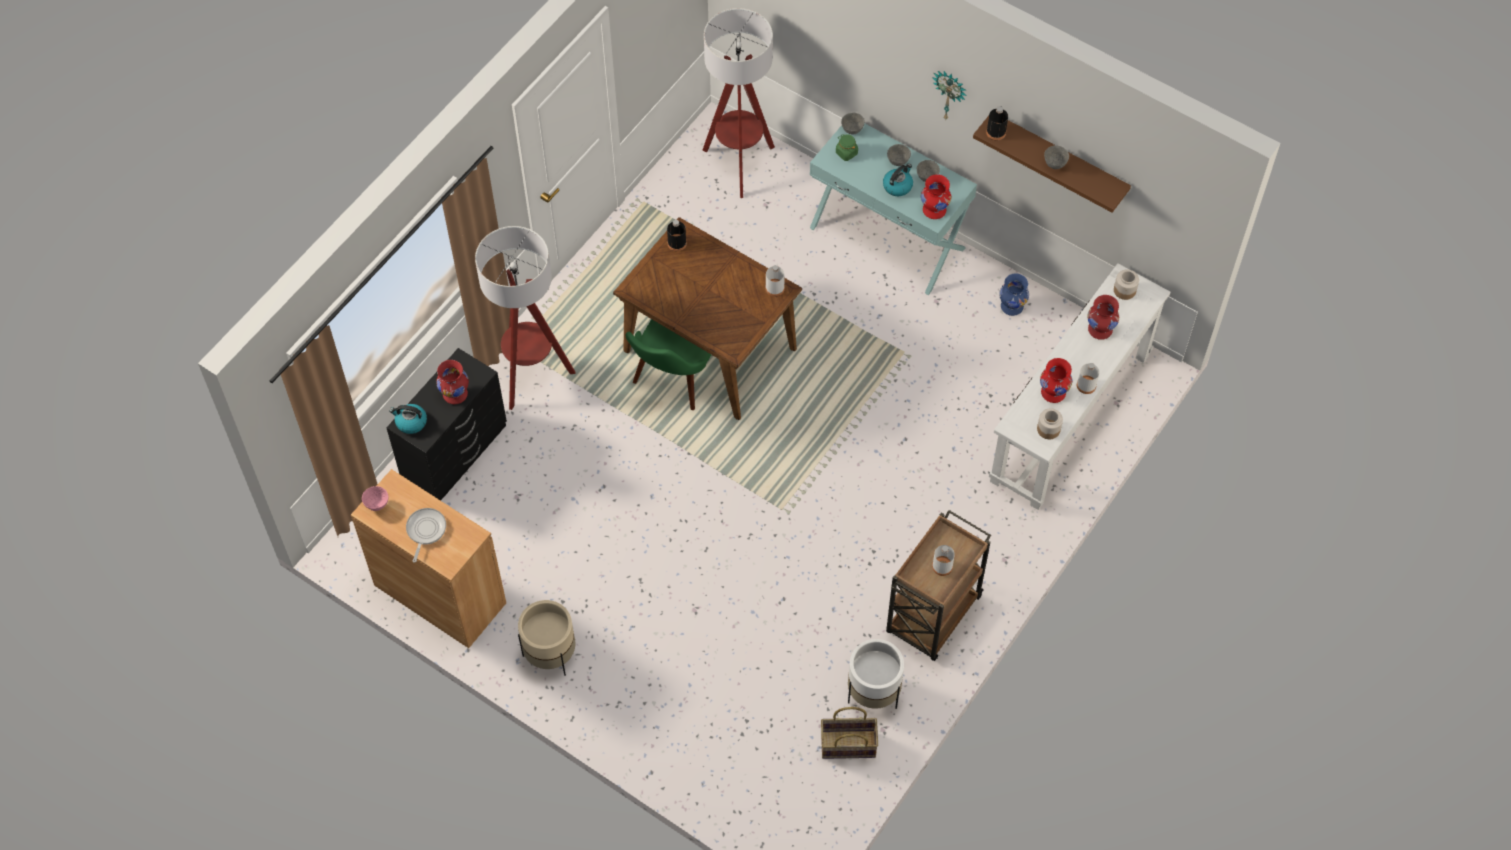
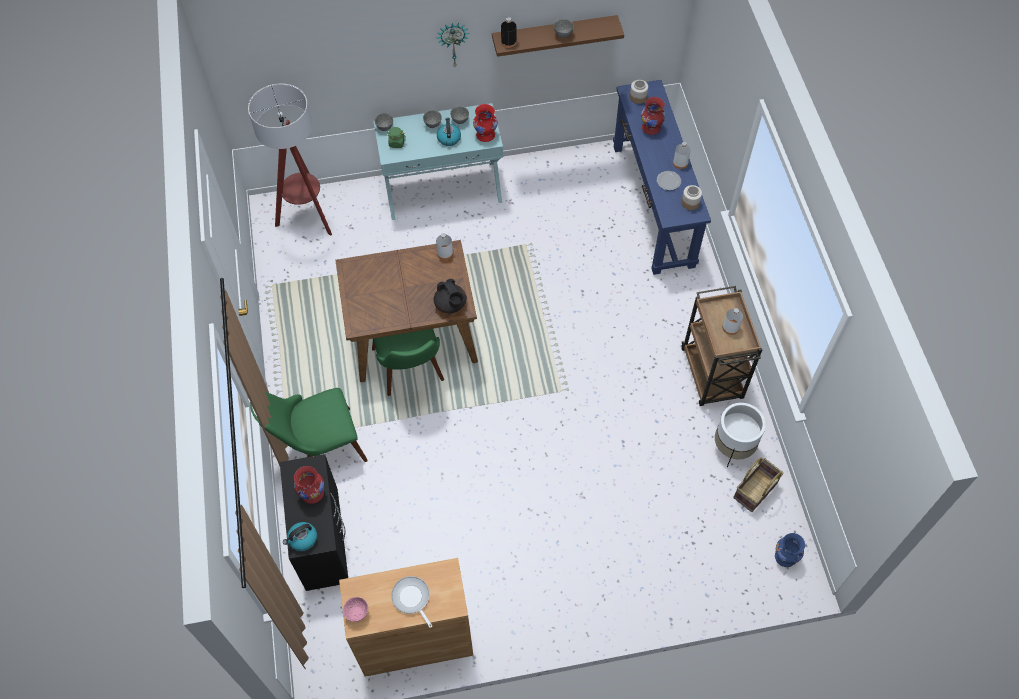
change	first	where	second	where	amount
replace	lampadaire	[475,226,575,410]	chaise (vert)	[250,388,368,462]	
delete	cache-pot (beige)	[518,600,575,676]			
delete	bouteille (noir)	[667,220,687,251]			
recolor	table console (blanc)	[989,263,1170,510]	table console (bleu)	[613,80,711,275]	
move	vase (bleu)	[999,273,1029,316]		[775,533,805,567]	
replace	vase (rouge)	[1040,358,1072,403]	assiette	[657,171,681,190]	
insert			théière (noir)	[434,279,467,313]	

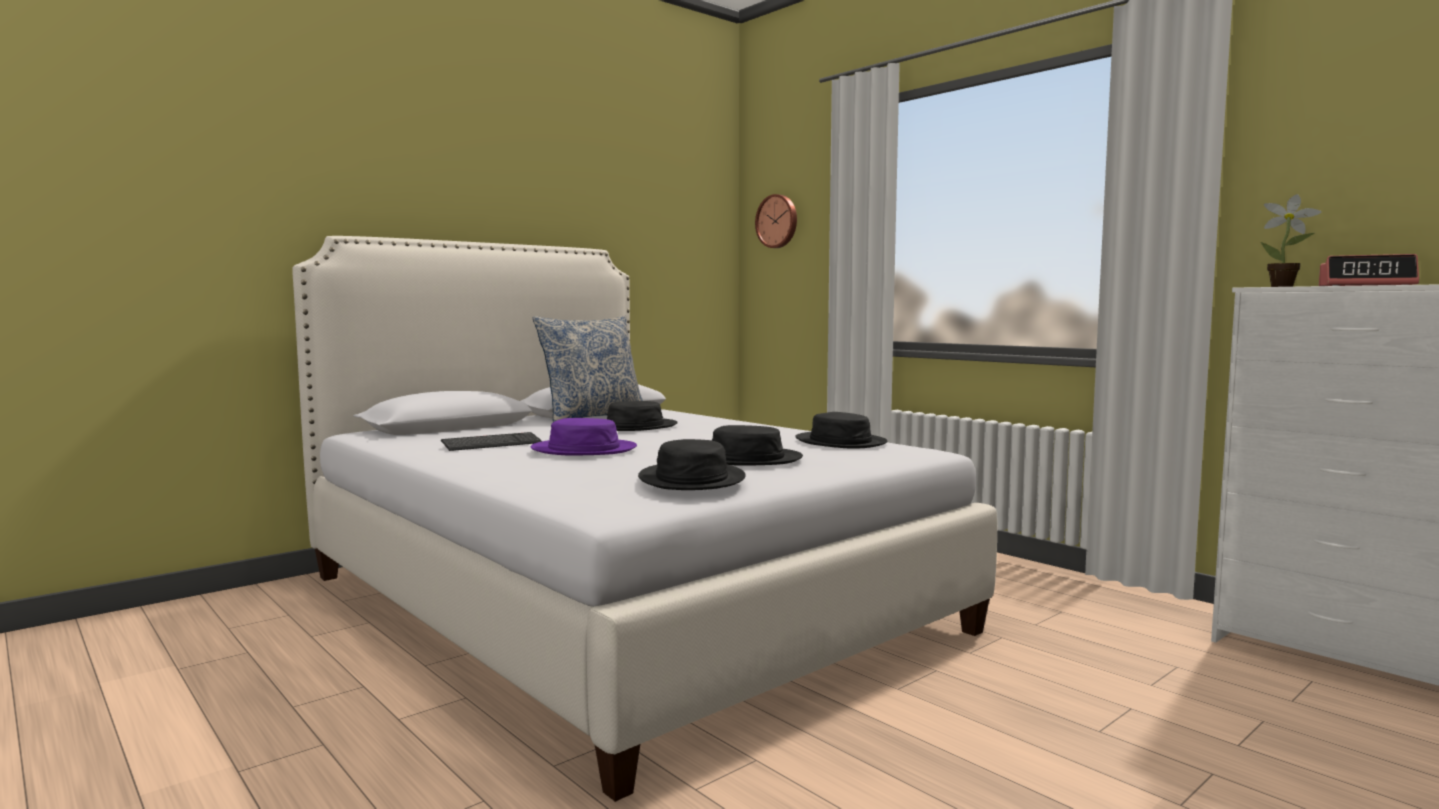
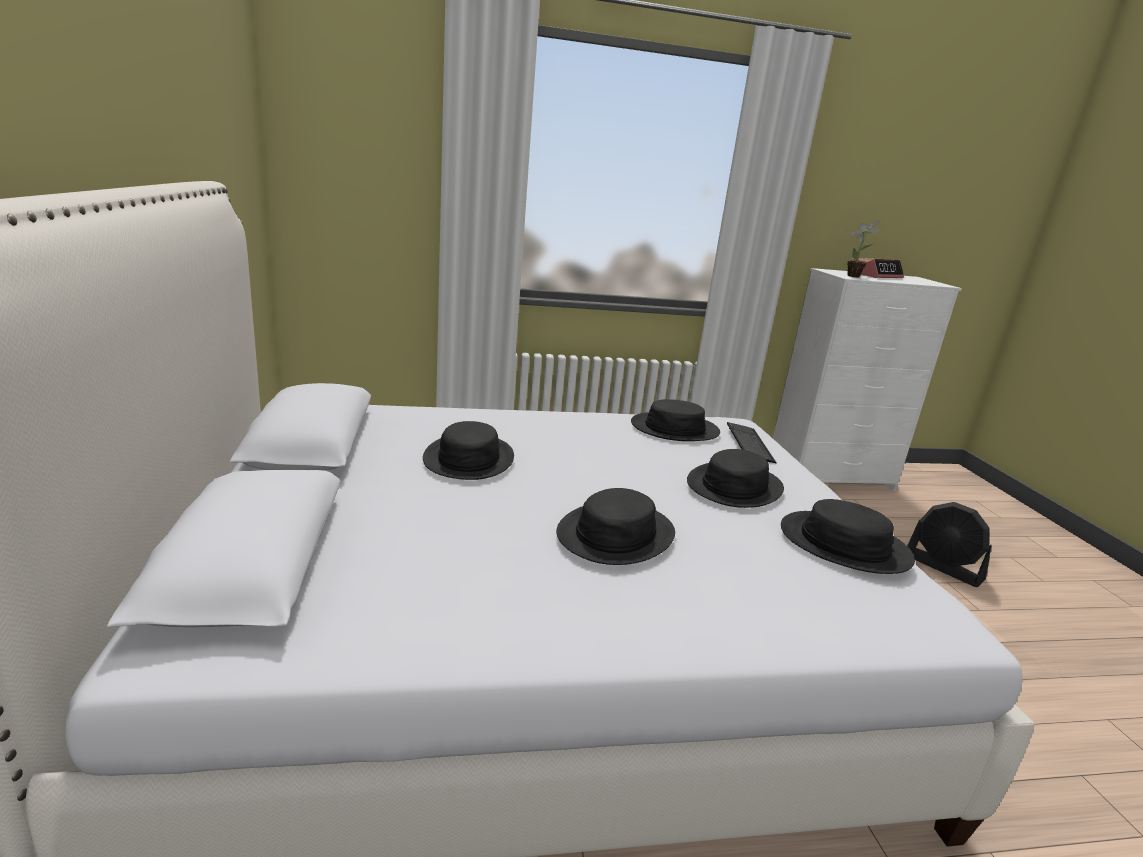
change	first	where	second	where	amount
move	clavier	[441,432,542,451]		[727,422,777,463]	
recolor	chapeau (violet)	[531,418,637,456]	chapeau (noir)	[556,488,675,565]	
delete	coussin	[533,315,643,422]			
delete	horloge murale	[755,194,797,248]			
insert			ventilateur (noir)	[907,502,991,587]	

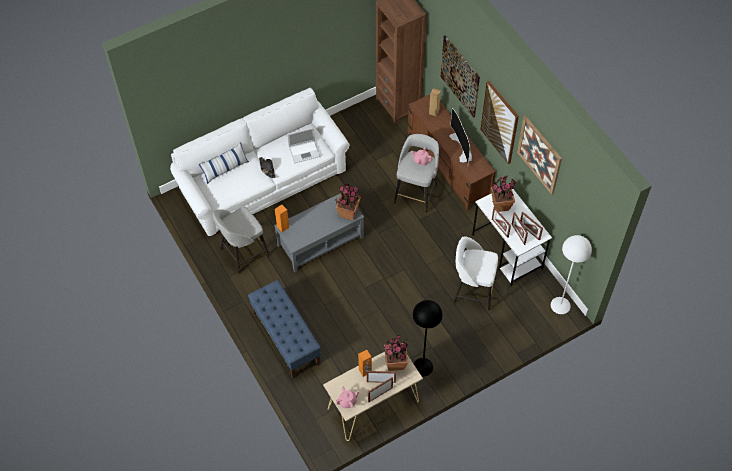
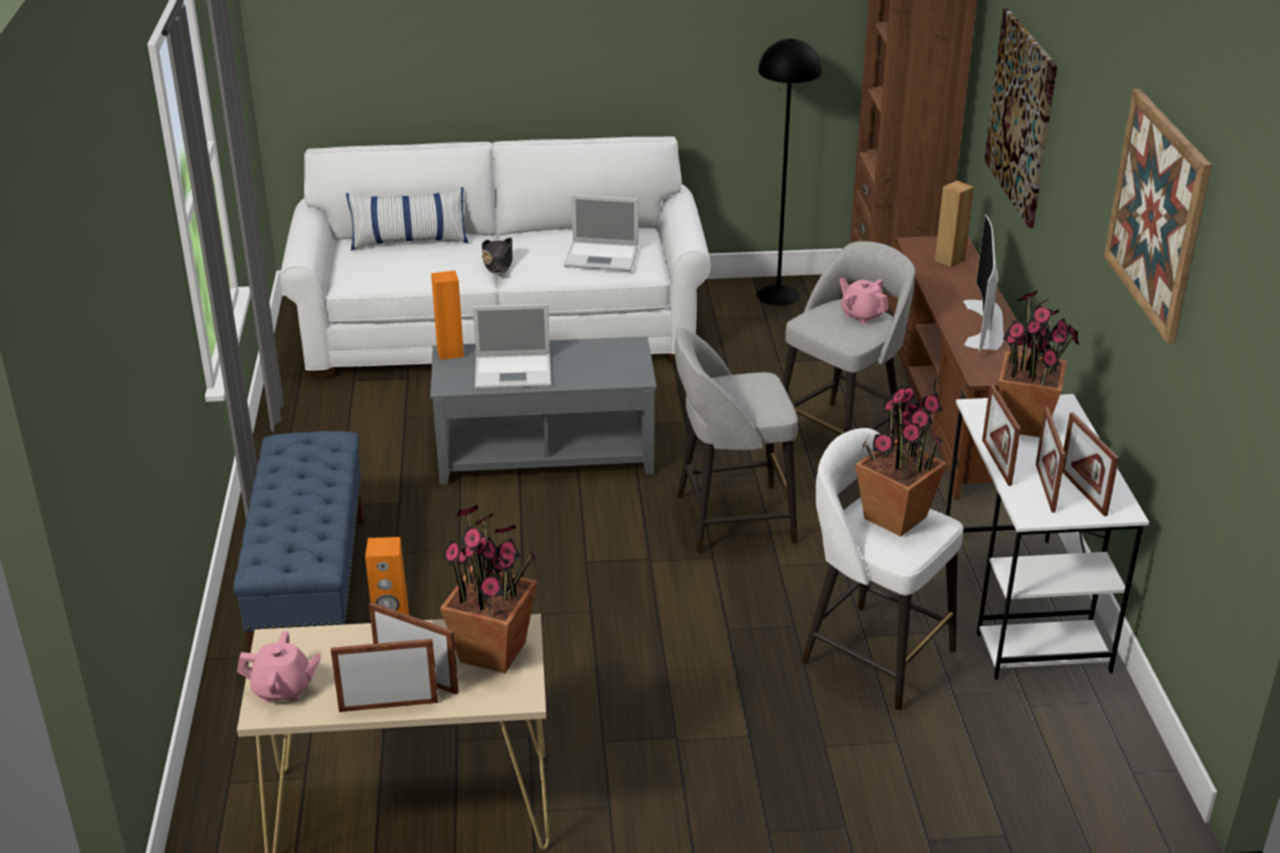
change	first	where	second	where	amount
move	tabouret (gris)	[213,207,270,274]		[675,328,798,554]	
move	plante en pot	[336,184,361,220]		[855,385,947,537]	
move	lampadaire (noir)	[412,300,443,377]		[757,38,822,306]	
delete	tableau	[480,81,519,164]			
delete	lampadaire (blanc)	[551,235,592,314]			
insert			ordinateur portable	[473,304,551,389]	

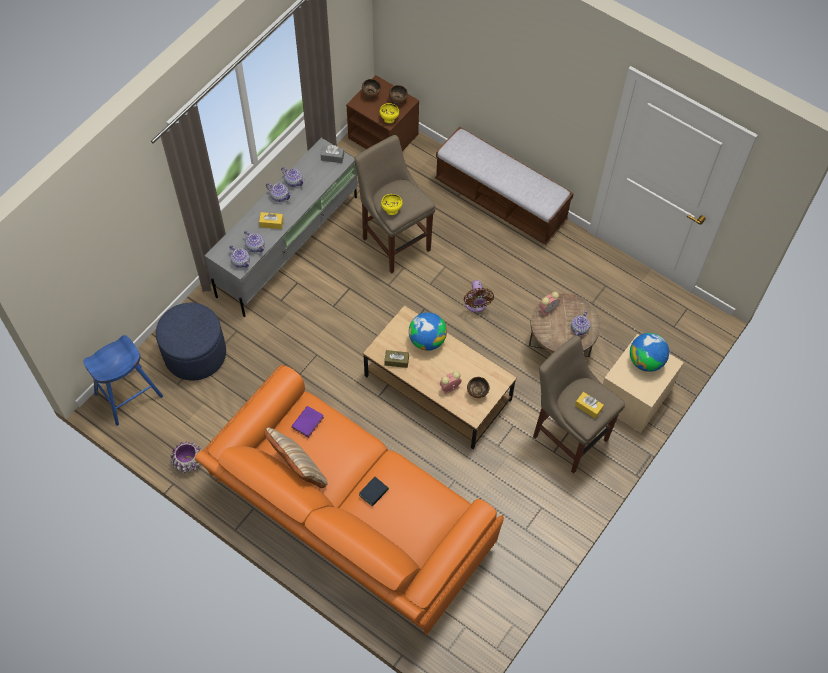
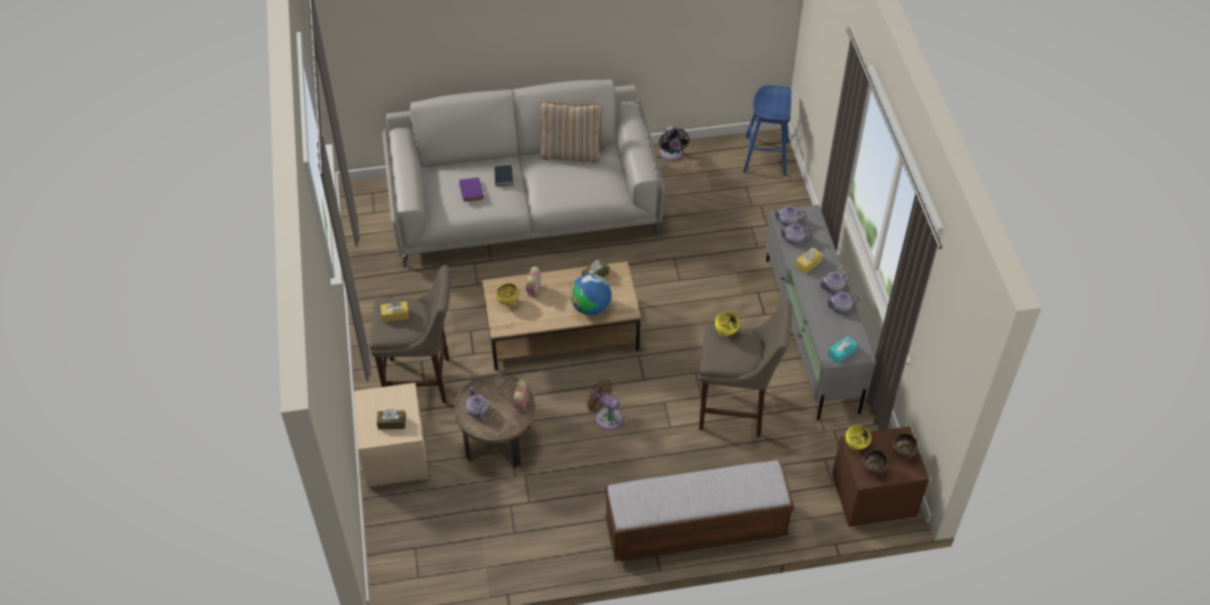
change	first	where	second	where	amount
delete	pouf (bleu)	[156,303,226,380]			
replace	cache-pot (violet)	[170,442,201,473]	ventilateur (noir)	[659,125,689,161]	
recolor	canapé (orange)	[195,365,504,635]	canapé (gris)	[382,79,665,268]	
move	livre (violet)	[291,406,324,438]		[459,177,484,202]	
recolor	boîte à mouchoirs (gris)	[321,145,344,163]	boîte à mouchoirs (turquoise)	[828,336,858,364]	
recolor	bol (marron)	[467,377,489,398]	bol (jaune)	[496,283,519,307]	
replace	globe	[630,333,669,372]	boîte à mouchoirs (marron)	[377,409,406,429]	

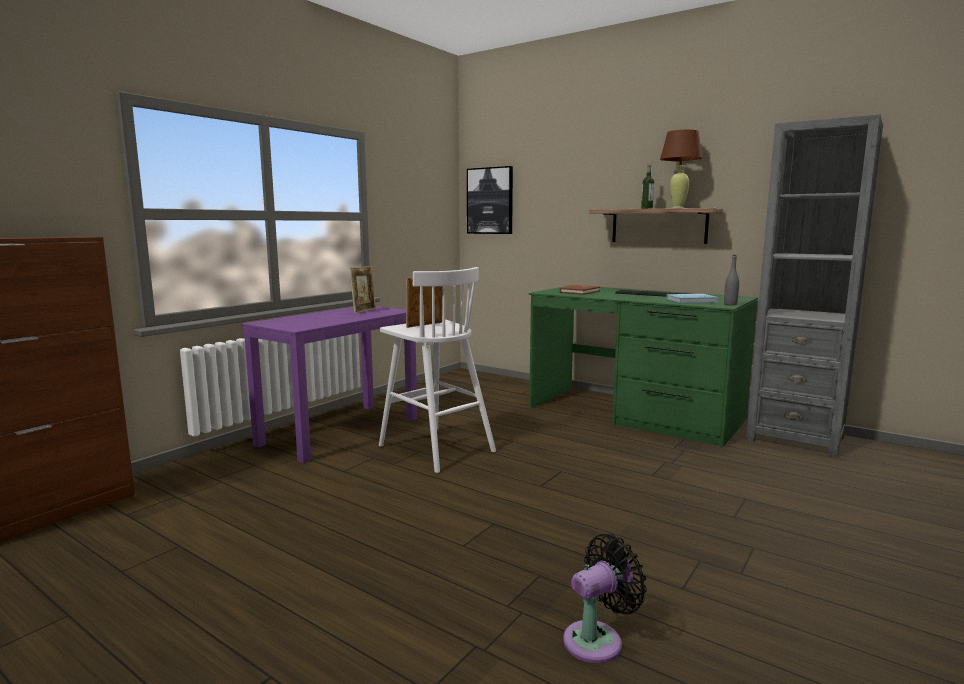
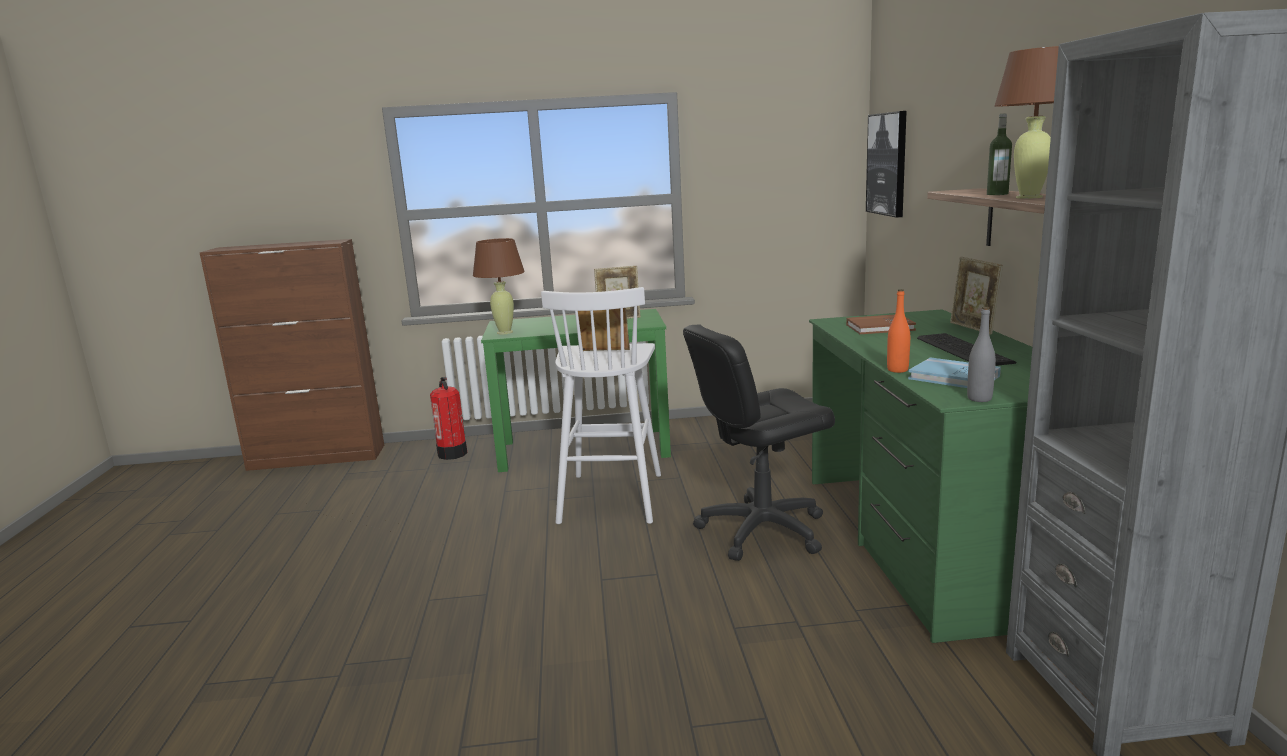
change	first	where	second	where	amount
recolor	bureau (violet)	[241,306,417,463]	bureau (vert)	[481,309,671,472]	
delete	ventilateur (noir)	[563,534,647,663]			
insert			extincteur	[430,377,467,460]	
insert			lampe de table (marron)	[473,238,525,334]	
insert			chaise de bureau (noir)	[683,325,835,561]	
insert			bouteille (orange)	[887,289,910,373]	
insert			cadre photo	[950,257,1003,334]	

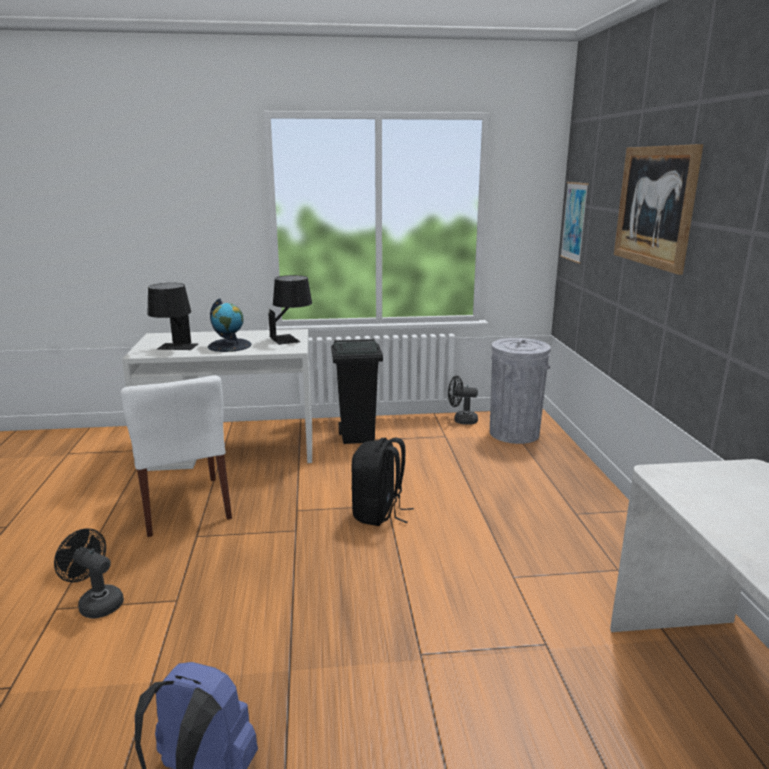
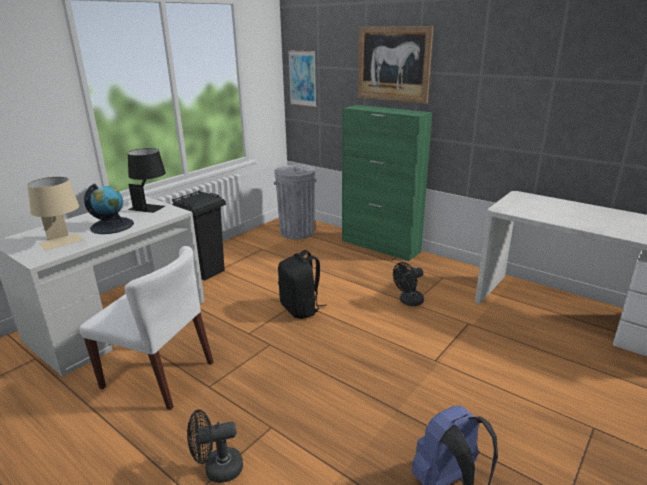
change	first	where	second	where	amount
recolor	lampe de table (noir)	[148,283,198,350]	lampe de table (beige)	[27,177,84,250]	
move	ventilateur (noir)	[448,376,478,425]		[393,262,424,306]	
insert			meuble de rangement (vert)	[342,105,432,261]	

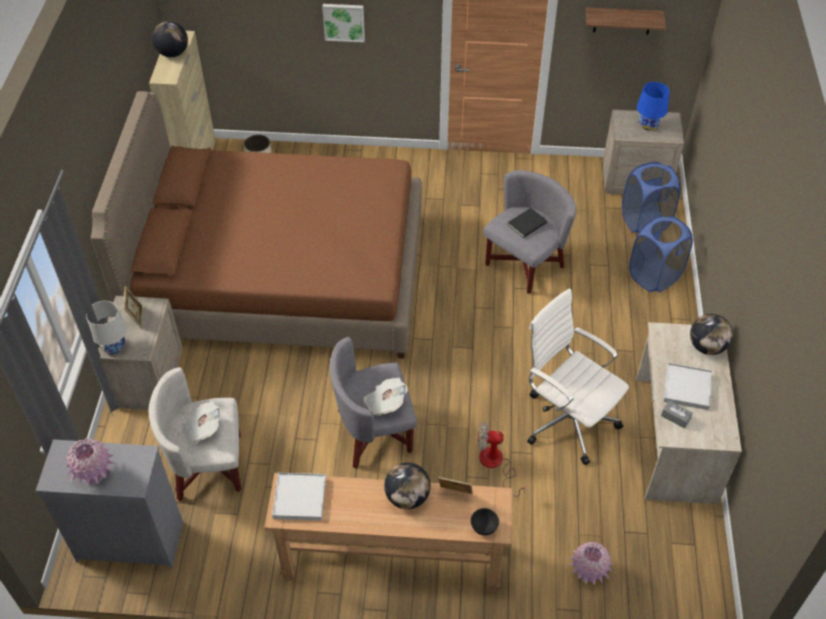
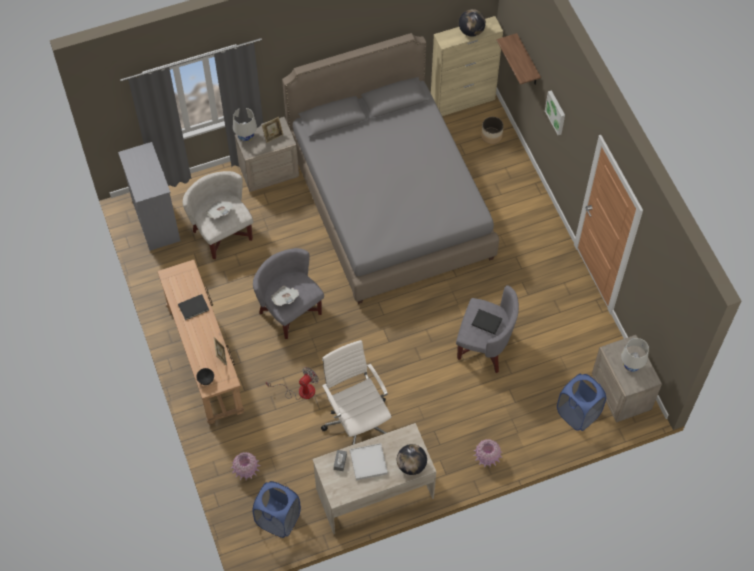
change	first	where	second	where	amount
move	vase (rose)	[66,438,116,485]		[473,439,502,467]	
recolor	lit (marron)	[91,91,422,359]	lit (gris)	[282,33,499,304]	
delete	plateau (blanc)	[272,473,326,521]			
delete	globe	[384,462,431,509]			
rotate	ventilateur	[478,422,526,497]		[266,367,319,400]	60 degrees clockwise
rotate	chaise de bureau (blanc)	[527,289,629,465]		[321,340,392,445]	45 degrees counterclockwise
move	étagère	[586,7,666,35]		[497,33,541,85]	
move	panier à linge (bleu)	[629,216,693,292]		[252,481,301,538]	
recolor	lampe de table (bleu)	[637,82,670,131]	lampe de table (blanc)	[621,338,649,372]	
insert			livre (noir)	[178,294,209,320]	

